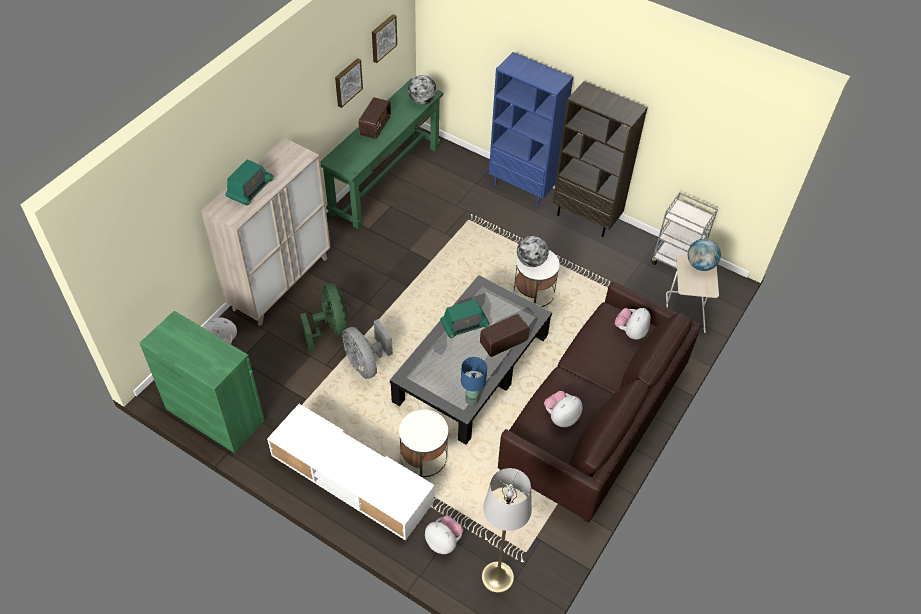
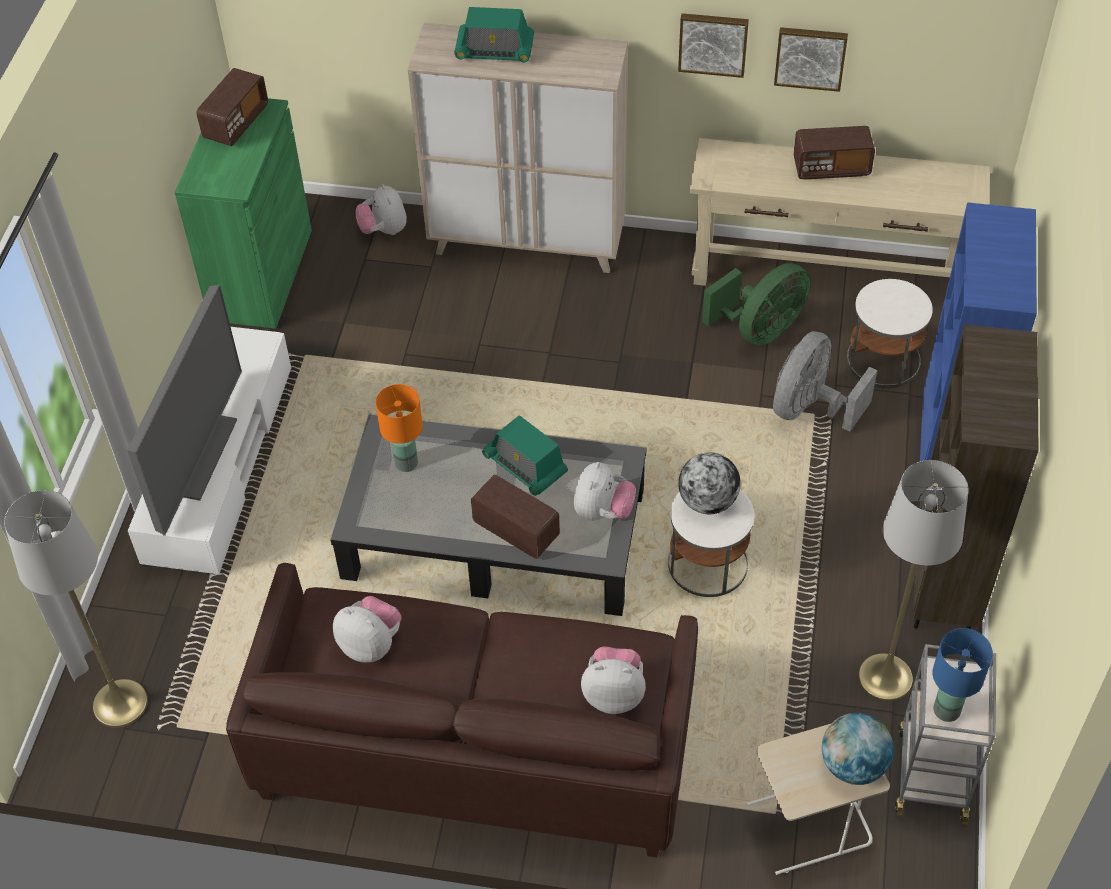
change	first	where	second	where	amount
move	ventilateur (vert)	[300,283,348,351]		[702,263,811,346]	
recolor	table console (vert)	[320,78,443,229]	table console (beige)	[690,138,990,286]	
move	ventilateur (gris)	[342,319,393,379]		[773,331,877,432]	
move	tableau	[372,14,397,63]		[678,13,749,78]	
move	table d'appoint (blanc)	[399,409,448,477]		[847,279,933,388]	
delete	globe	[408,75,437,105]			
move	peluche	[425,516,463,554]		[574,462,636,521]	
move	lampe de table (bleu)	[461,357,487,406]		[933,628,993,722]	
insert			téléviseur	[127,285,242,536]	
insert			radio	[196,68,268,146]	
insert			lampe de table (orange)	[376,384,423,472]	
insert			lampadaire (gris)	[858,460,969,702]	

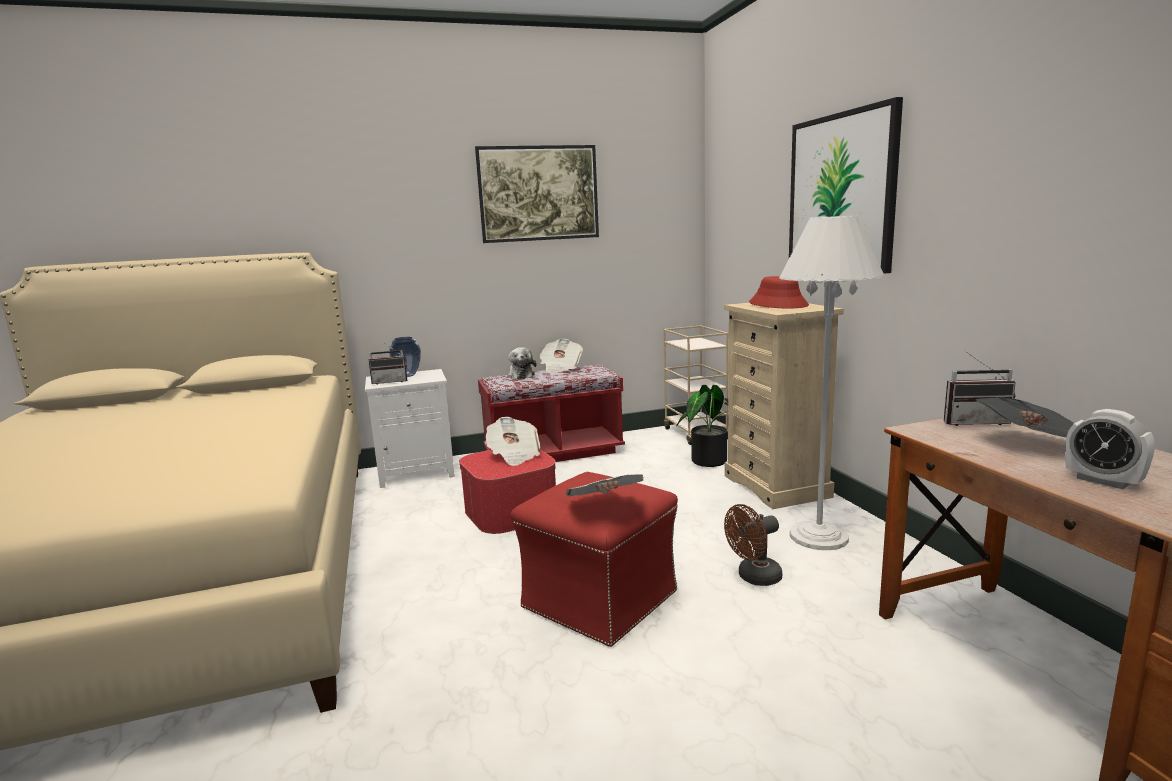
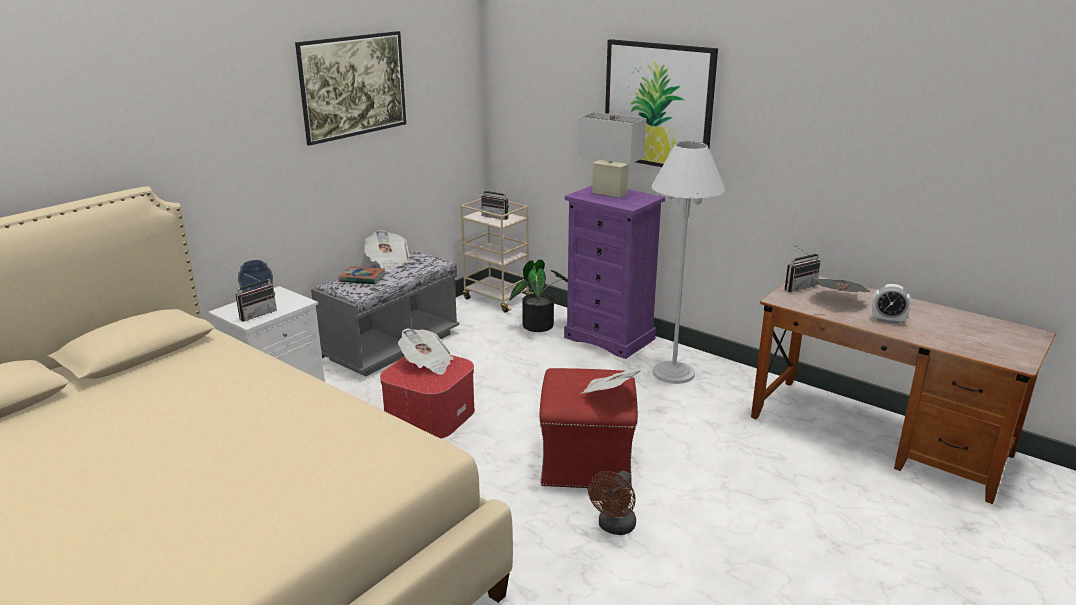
change	first	where	second	where	amount
recolor	banc (rouge)	[478,364,625,462]	banc (gris)	[311,250,459,377]	
replace	peluche	[507,347,537,379]	livre	[338,266,385,285]	
recolor	commode (beige)	[724,303,844,509]	commode (violet)	[564,186,665,359]	
move	ventilateur (marron)	[724,504,782,586]		[588,471,636,535]	
replace	chapeau (rouge)	[749,276,809,308]	lampe de table (blanc)	[578,112,646,198]	
insert			radio	[481,184,509,220]	

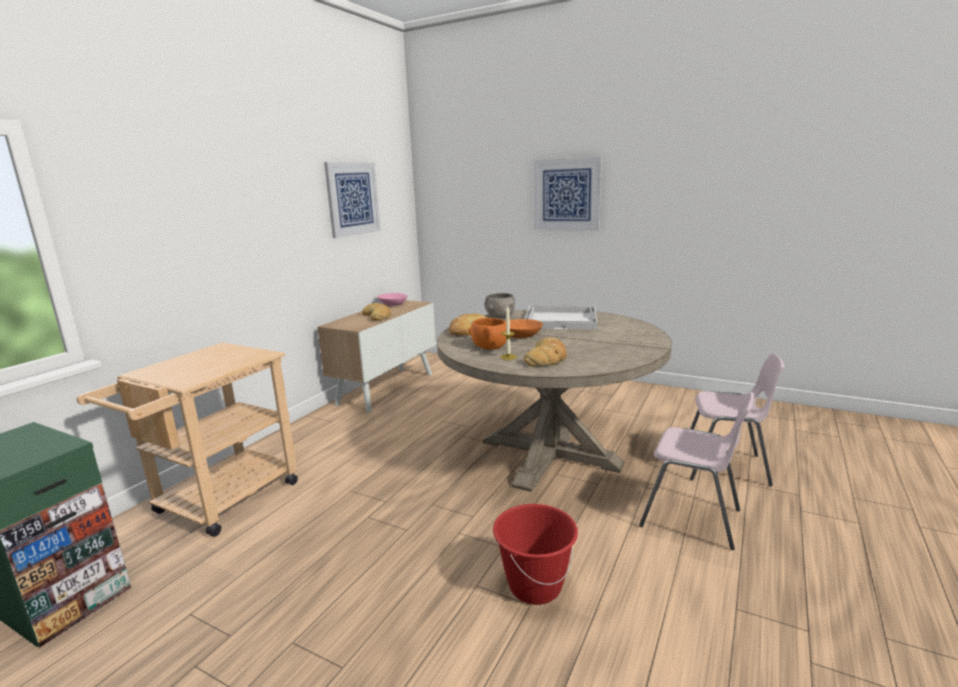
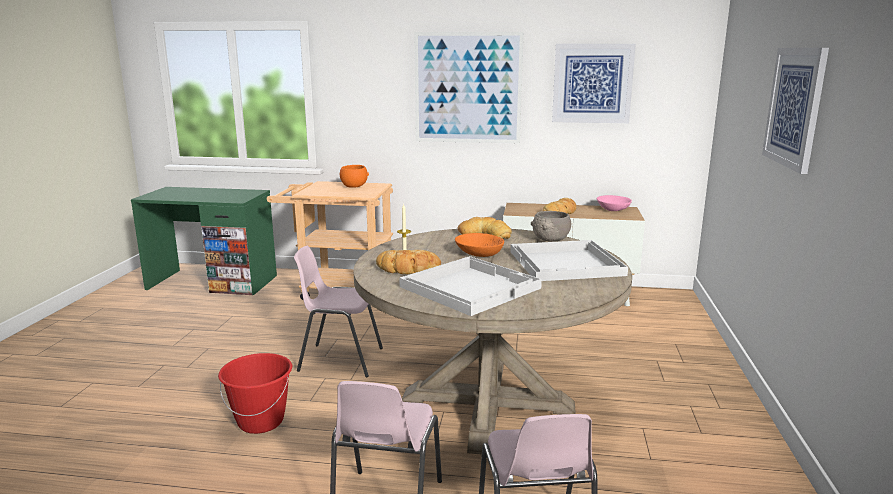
change	first	where	second	where	amount
move	bol (orange)	[468,318,506,350]		[340,165,369,188]	
insert			chaise (rose)	[294,246,383,377]	
insert			plateau (blanc)	[399,256,542,316]	
insert			tableau	[414,32,524,143]	

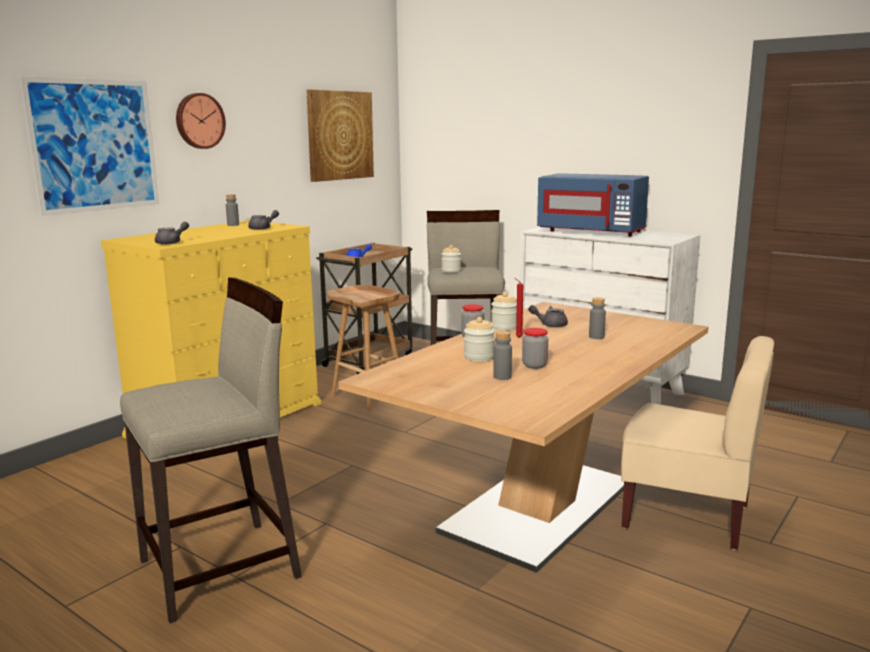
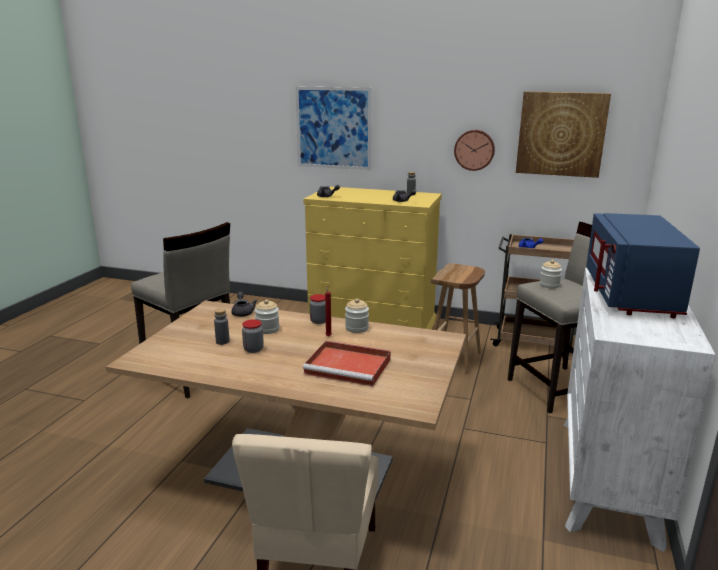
change	first	where	second	where	amount
move	horloge murale	[176,93,226,149]		[454,130,495,171]	
move	théière (gris)	[528,305,568,328]		[231,291,257,317]	
replace	bouteille (gris)	[589,298,606,339]	plateau (rouge)	[303,341,391,386]	

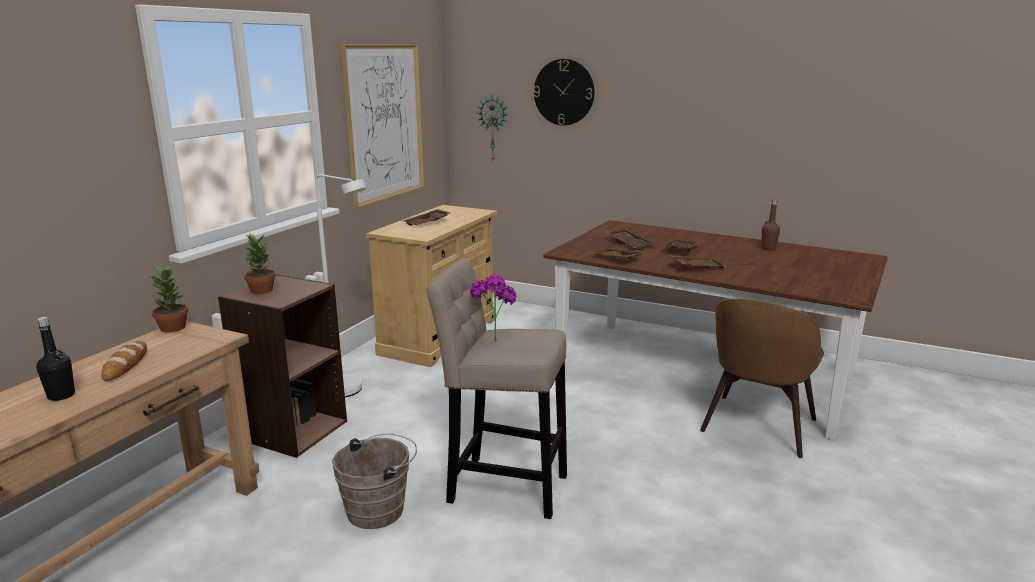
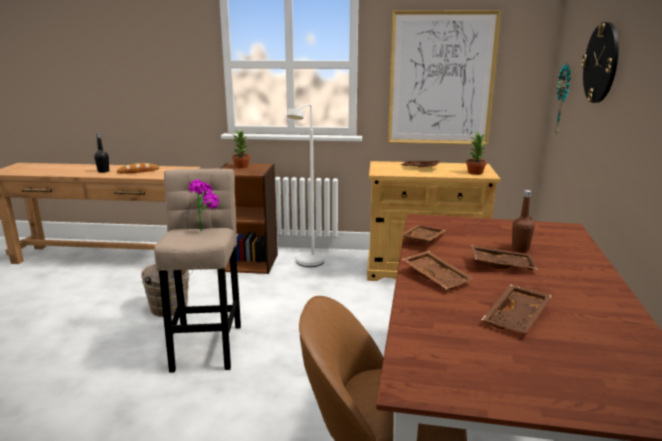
change	first	where	second	where	amount
move	plante en pot	[148,264,188,333]		[466,131,487,175]	
move	plateau (marron)	[607,228,655,250]		[481,284,552,333]	
move	bouteille (marron)	[761,199,780,250]		[512,190,535,251]	

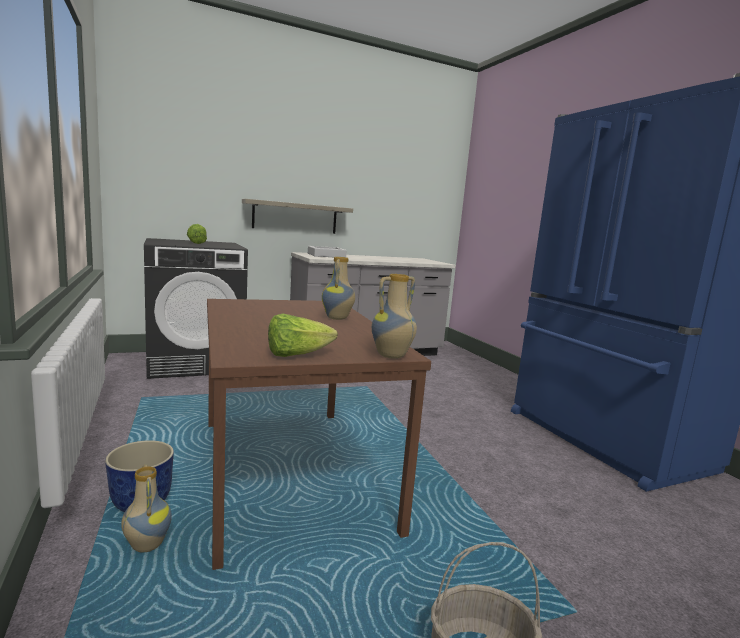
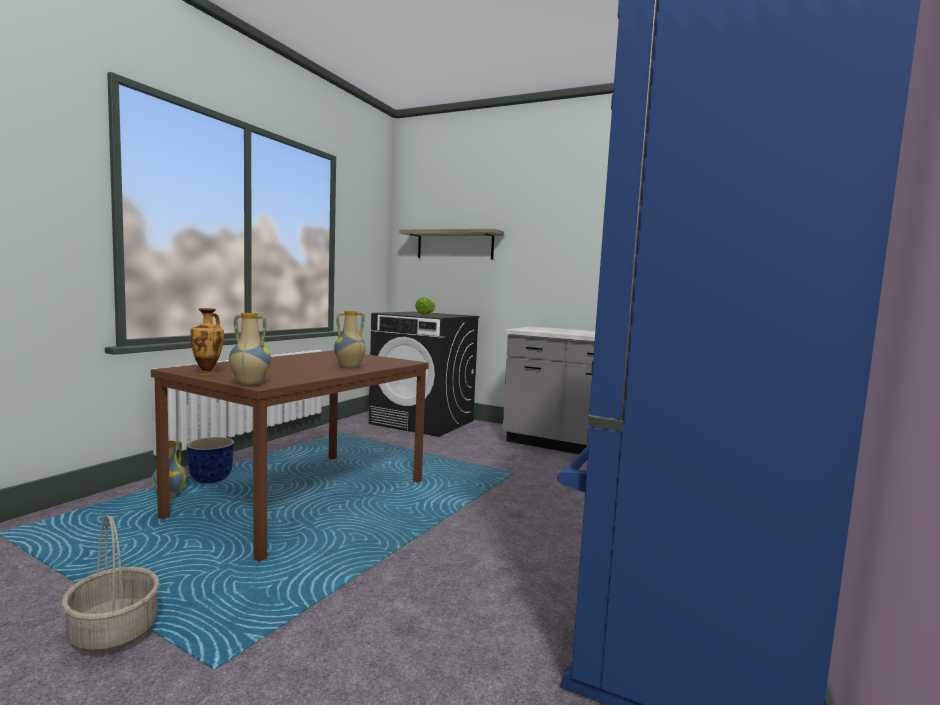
change	first	where	second	where	amount
move	étagère	[242,199,353,234]		[399,229,504,259]	
replace	laitue	[268,313,338,357]	vase	[190,308,224,375]	
delete	plateau (gris)	[308,246,347,257]			

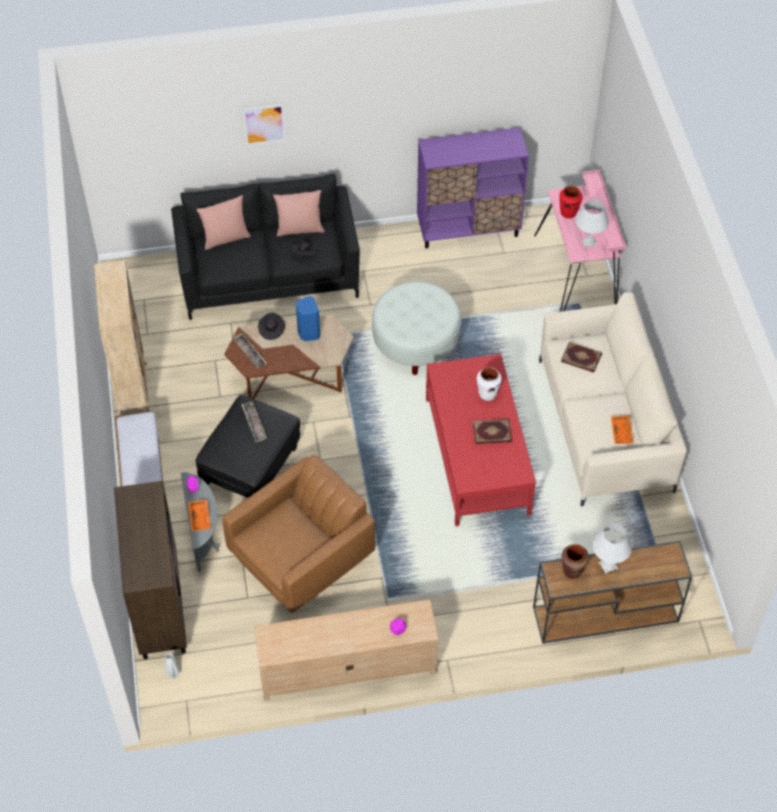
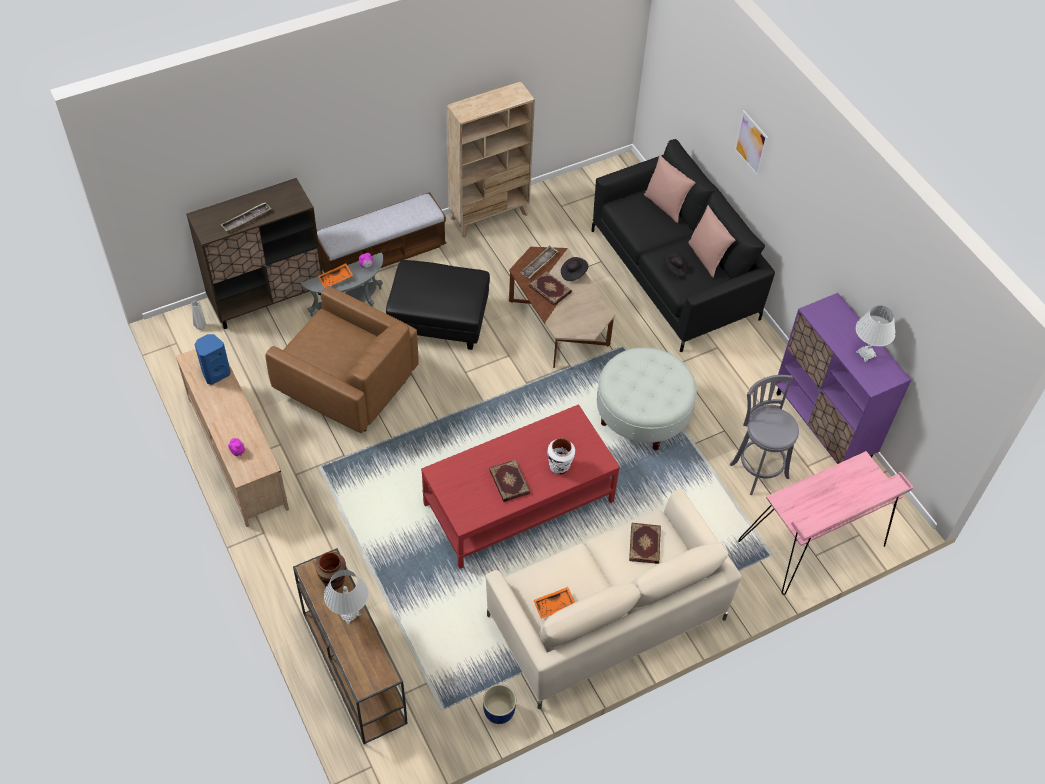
change	first	where	second	where	amount
move	plateau	[241,401,267,443]		[221,203,271,232]	
move	enceinte (bleu)	[296,296,320,341]		[195,334,231,385]	
delete	vase (rouge)	[559,186,583,218]			
move	lampe de table (blanc)	[576,200,609,248]		[856,306,896,362]	
insert			cache-pot (bleu)	[483,684,516,724]	
insert			livre	[529,271,572,306]	
insert			tabouret (gris)	[730,375,799,495]	

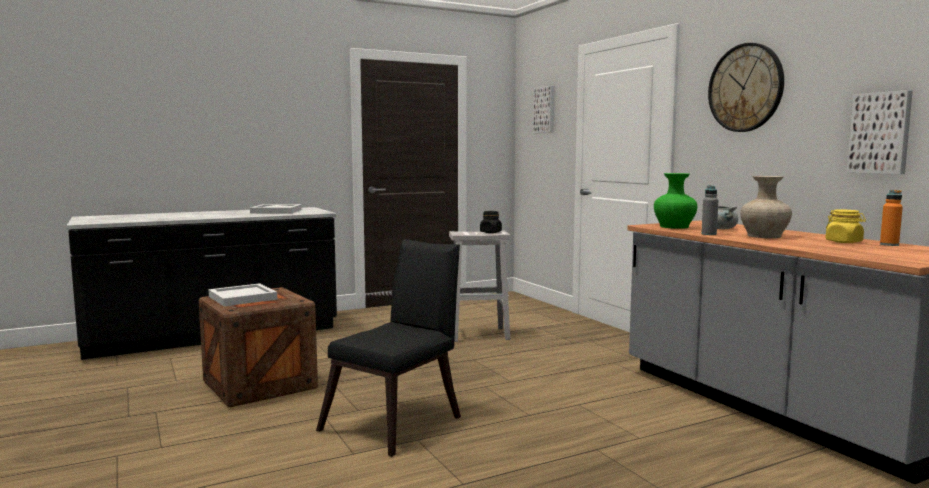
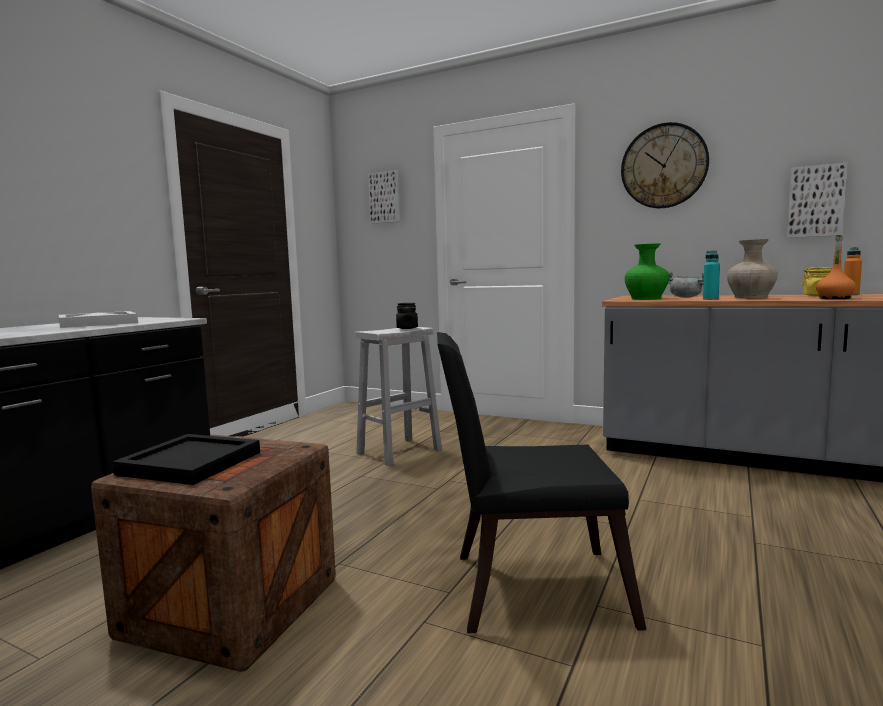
change	first	where	second	where	amount
recolor	plateau (blanc)	[208,283,277,306]	plateau (noir)	[112,434,260,485]	
rotate	chaise (noir)	[316,239,461,457]		[437,332,647,633]	90 degrees counterclockwise
recolor	bouteille (gris)	[701,185,719,235]	bouteille (turquoise)	[703,250,720,300]	
insert			bouteille (orange)	[816,235,856,299]	

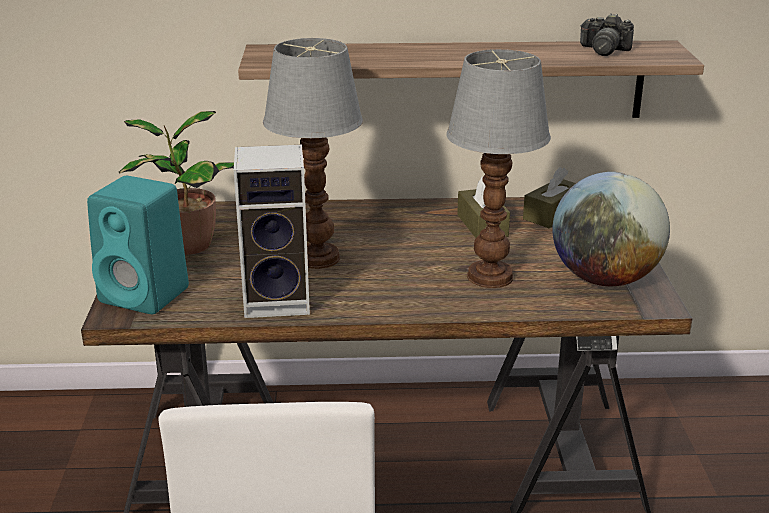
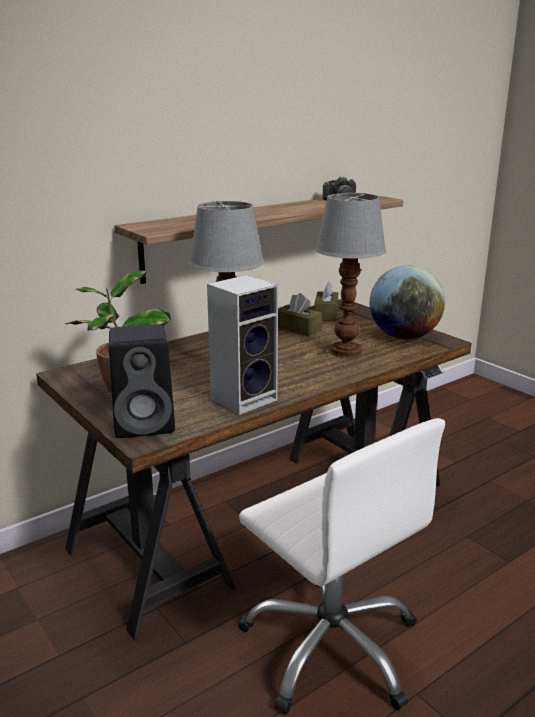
change	first	where	second	where	amount
recolor	enceinte (turquoise)	[87,176,189,314]	enceinte (noir)	[109,324,175,438]	

